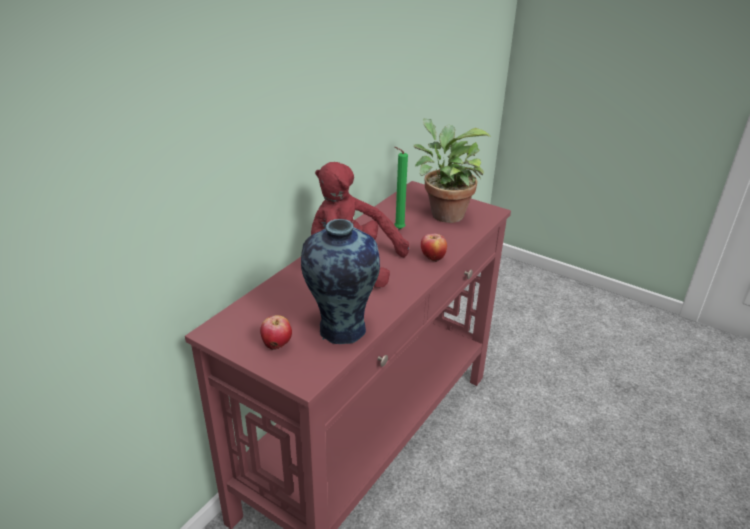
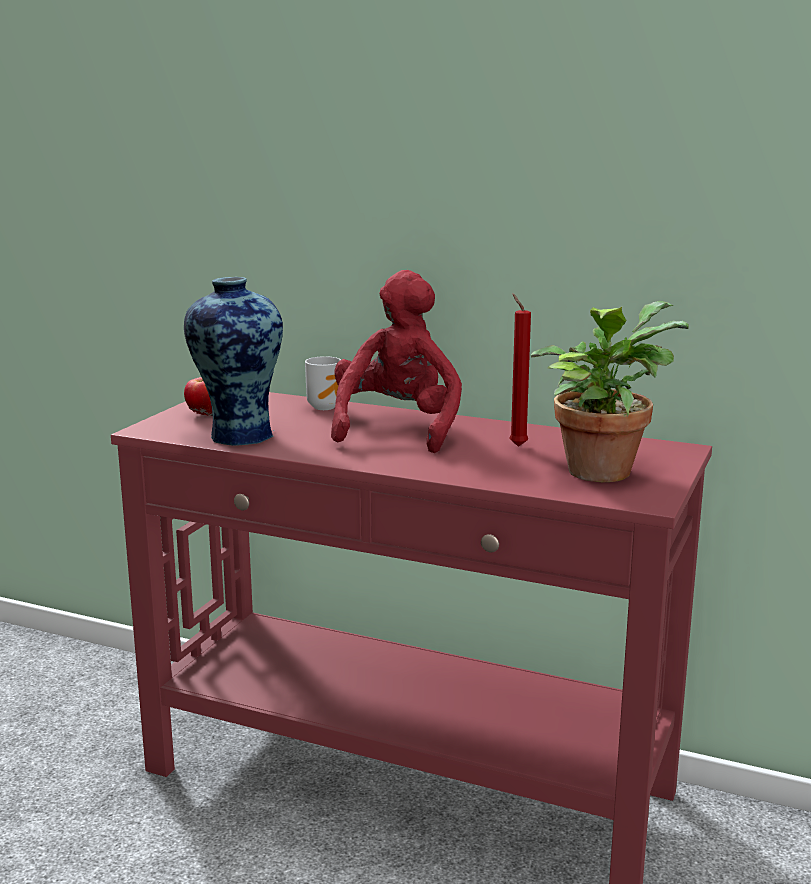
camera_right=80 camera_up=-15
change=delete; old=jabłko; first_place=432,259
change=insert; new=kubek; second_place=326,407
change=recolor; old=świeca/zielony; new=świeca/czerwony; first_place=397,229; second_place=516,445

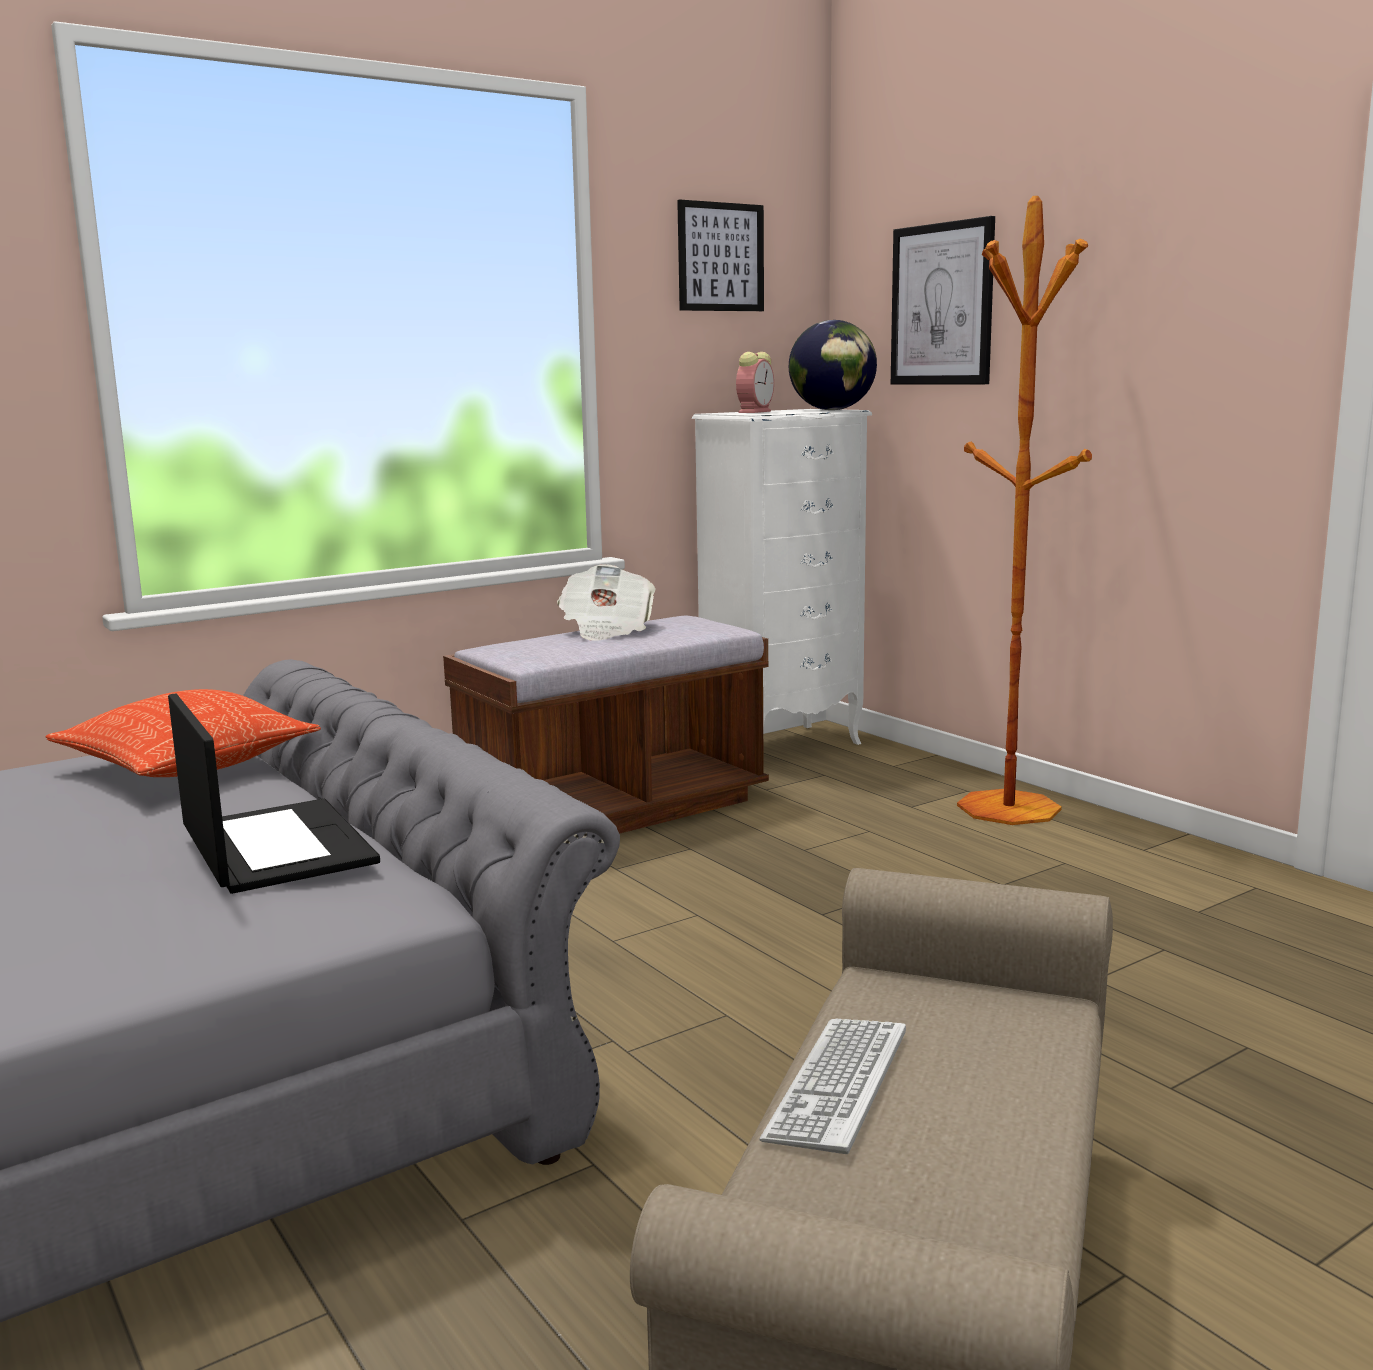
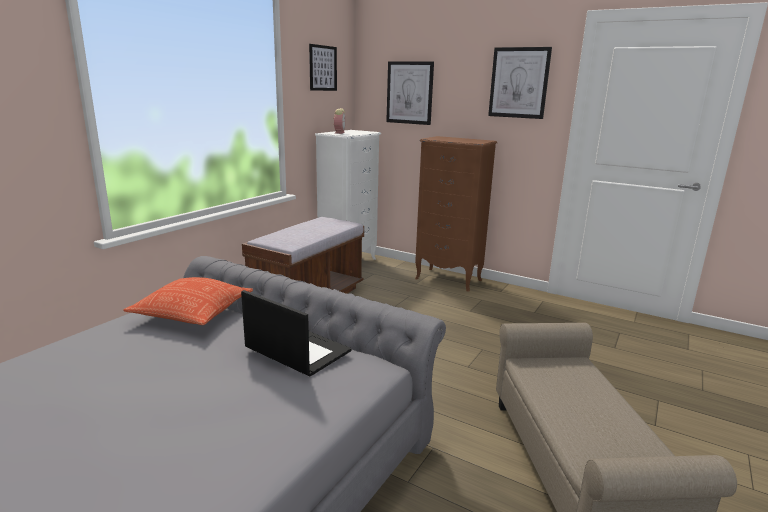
camera_right=-25 camera_up=5
change=delete; old=gazeta; first_place=606,630
change=delete; old=klawiatura; first_place=837,1085
change=delete; old=globus; first_place=832,410
change=insert; new=obraz; second_place=519,83
change=replace; old=wieszak/pomarańczowy; new=komoda/brązowy; first_place=1009,807; second_place=447,280

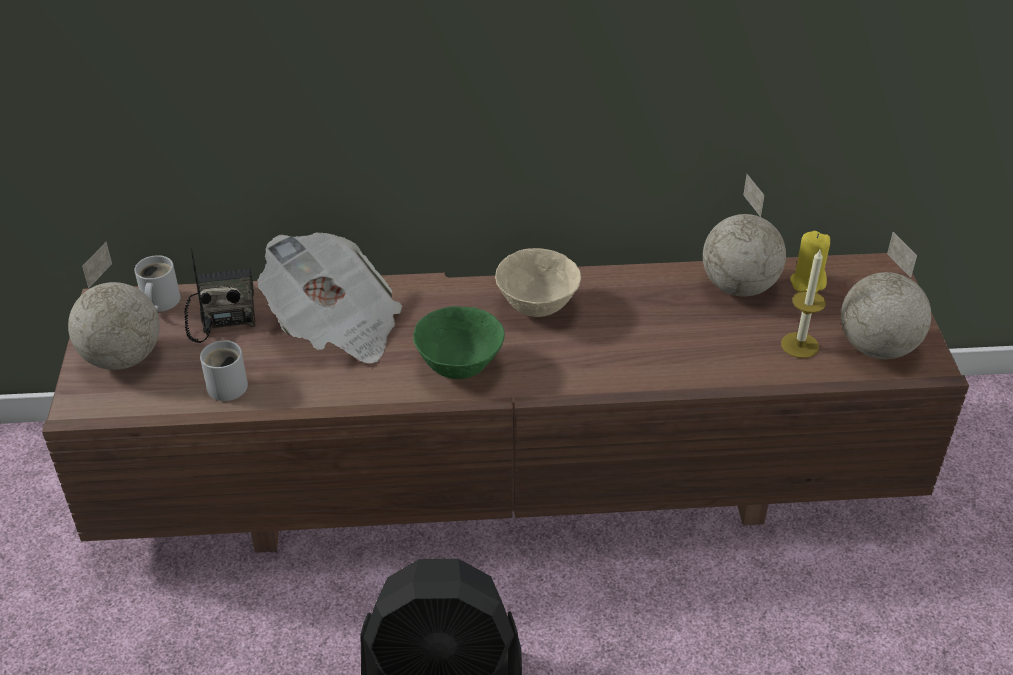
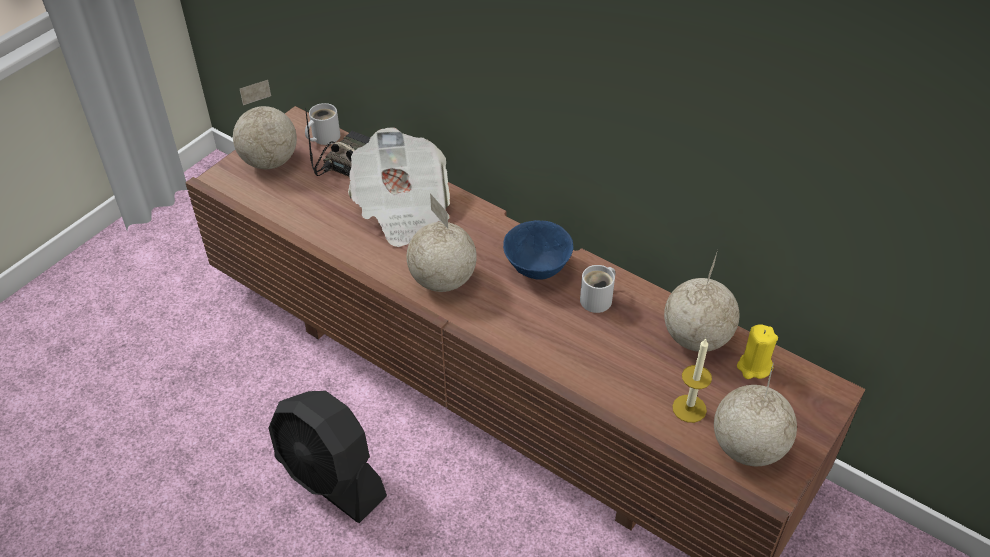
camera_right=40 camera_up=5
change=move; old=kubek/biały; first_place=229,384; second_place=599,299
change=replace; old=miska/zielony; new=globus; first_place=460,368; second_place=442,281
change=recolor; old=miska/beżowy; new=miska/niebieski; first_place=537,307; second_place=536,269

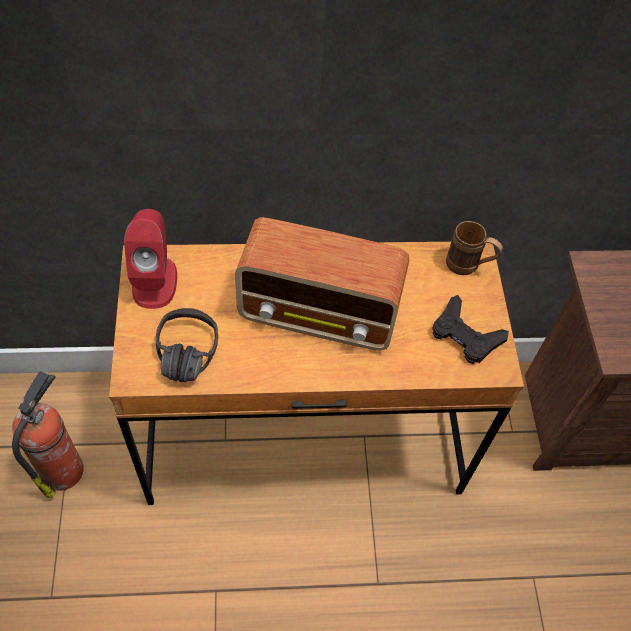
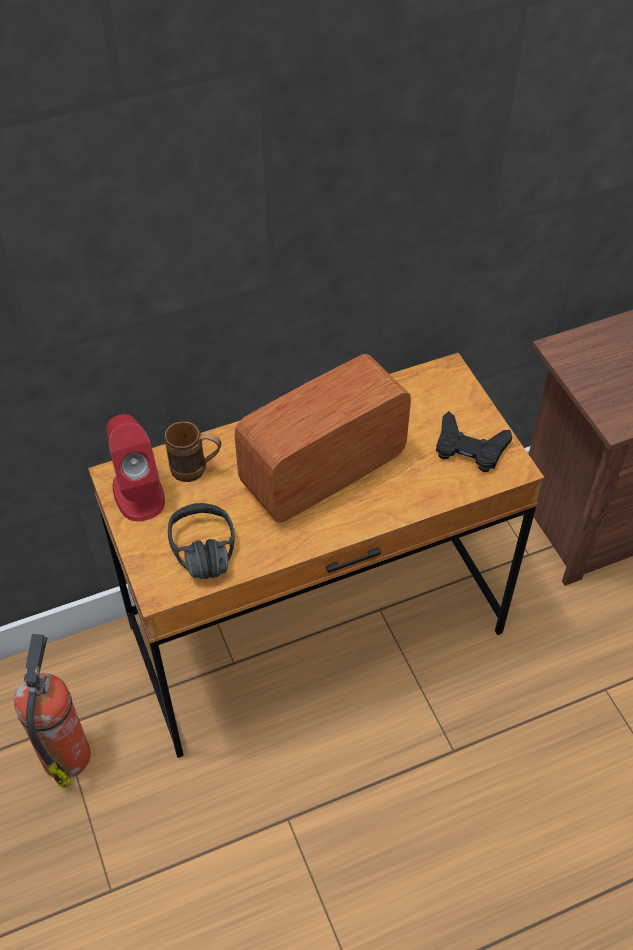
camera_right=-15 camera_up=-5
change=move; old=kubek/brązowy; first_place=468,267; second_place=196,470
change=rotate; old=radio; first_place=320,315; second_place=321,472; degrees=150

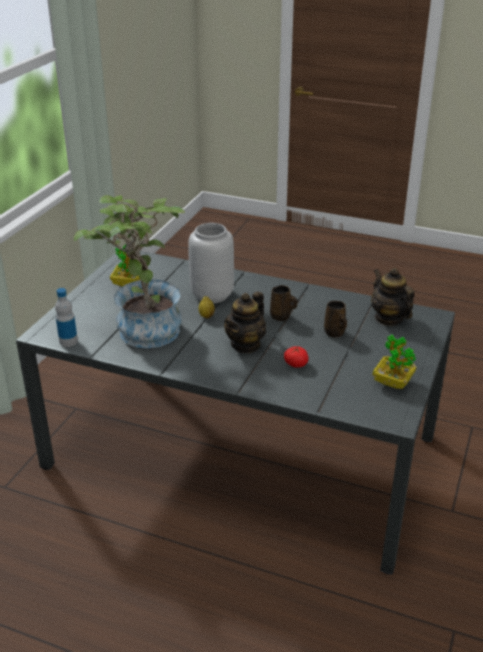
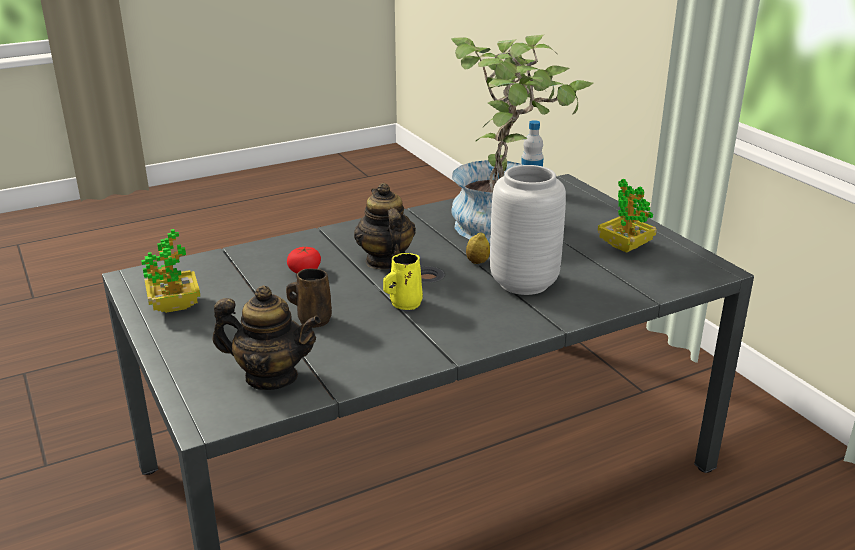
camera_right=130 camera_up=-5
change=recolor; old=kubek/brązowy; new=kubek/żółty; first_place=281,317; second_place=404,304

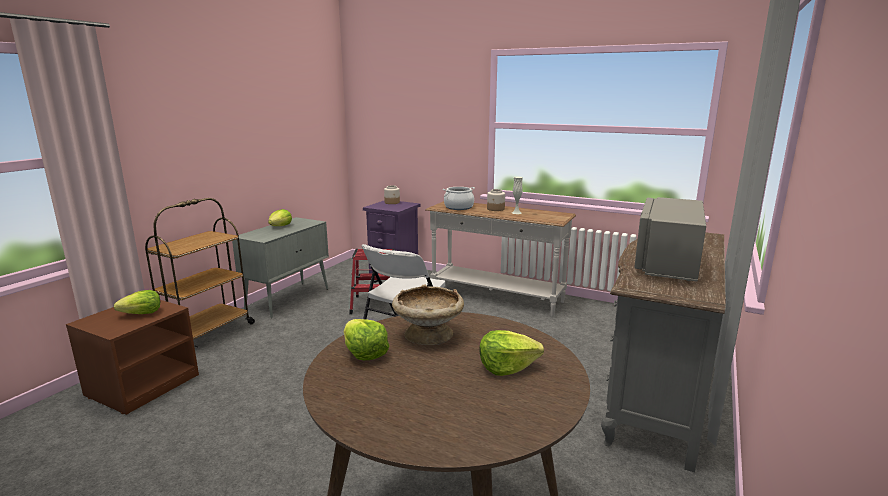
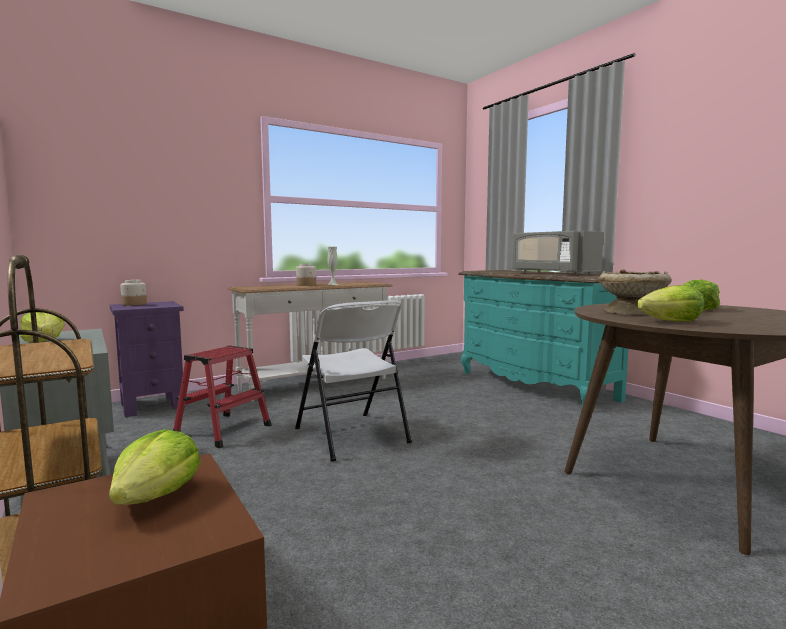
camera_right=-60 camera_up=-10
change=delete; old=garnek; first_place=459,207
change=recolor; old=komoda/szary; new=komoda/turkusowy; first_place=655,395; second_place=533,386

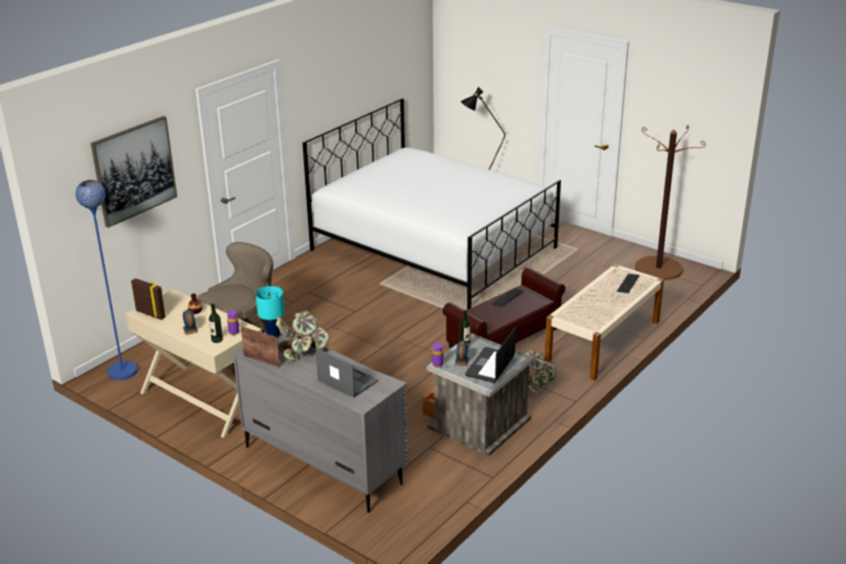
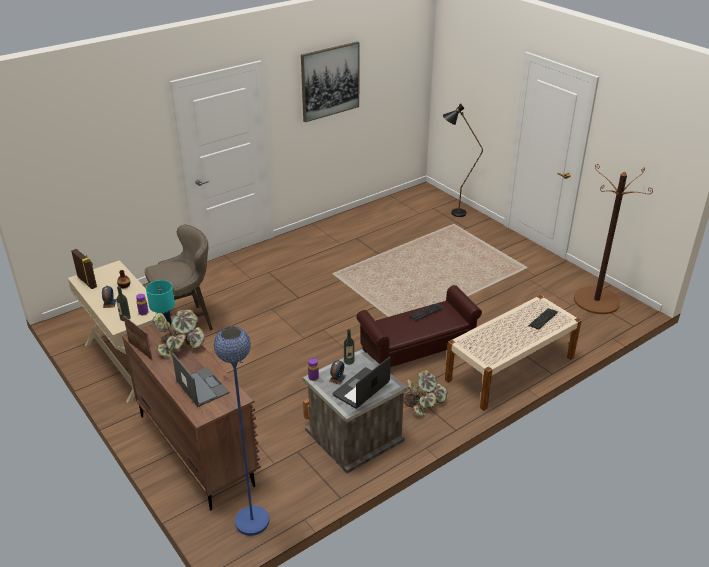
camera_right=15 camera_up=5
change=delete; old=łóżko/biały; first_place=433,249
change=move; old=lampa stojąca/niebieski; first_place=123,371; second_place=252,521
change=move; old=obraz; first_place=134,170; second_place=330,81
change=recolor; old=komoda/szary; new=komoda/brązowy; first_place=323,464; second_place=197,449

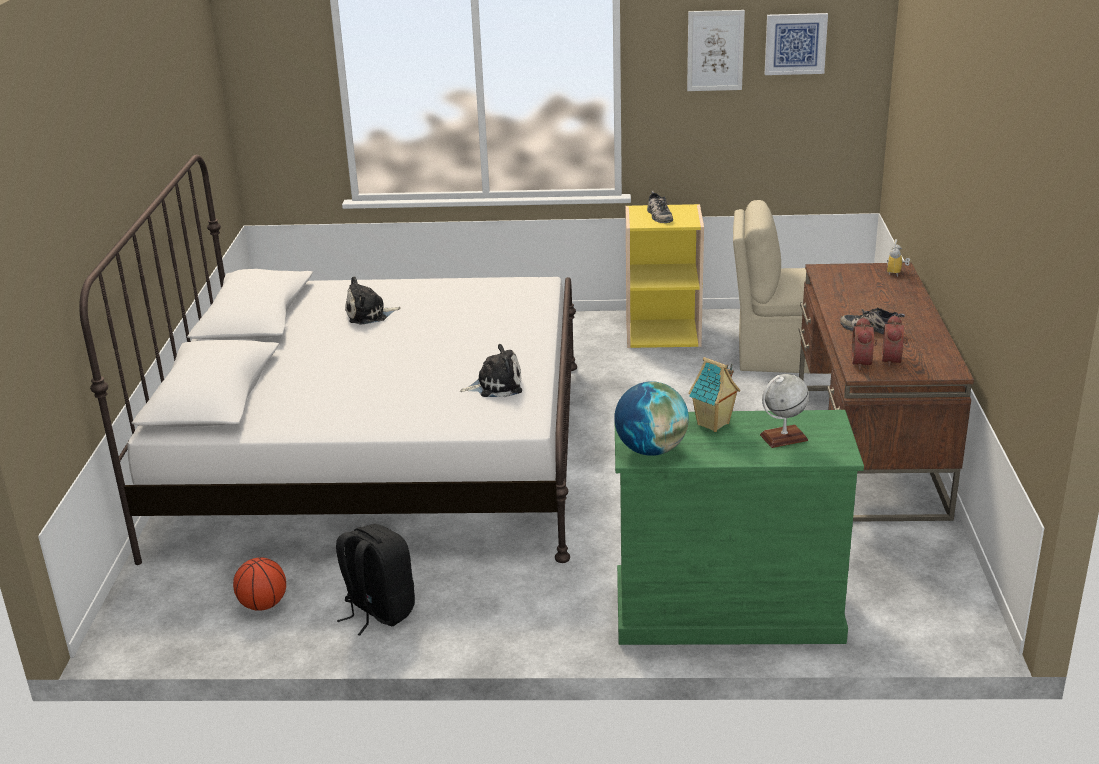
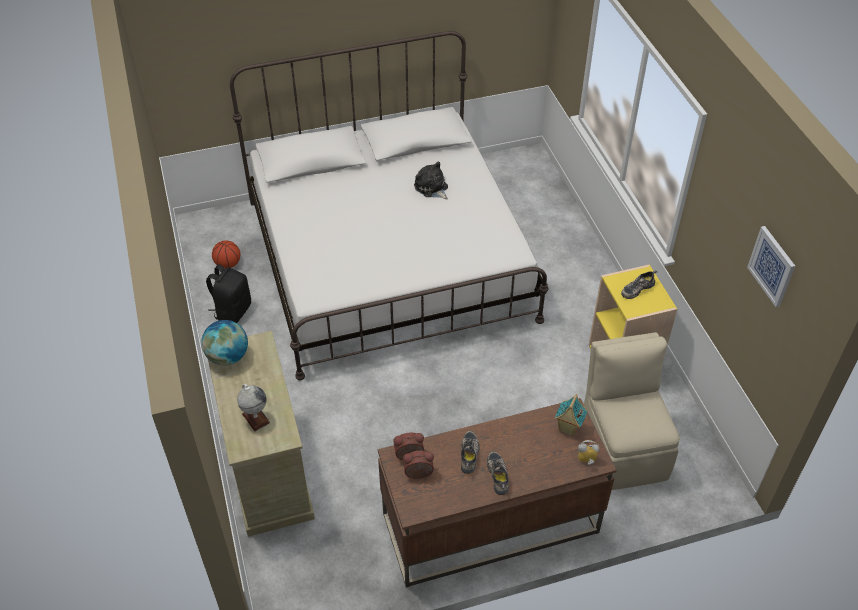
camera_right=70 camera_up=20
change=delete; old=pluszak; first_place=496,386
change=delete; old=obraz; first_place=715,50
change=insert; new=but; second_place=499,475
change=move; old=domek; first_place=713,424; second_place=568,428
change=recolor; old=komoda/zielony; new=komoda/beżowy; first_place=726,612; second_place=267,469

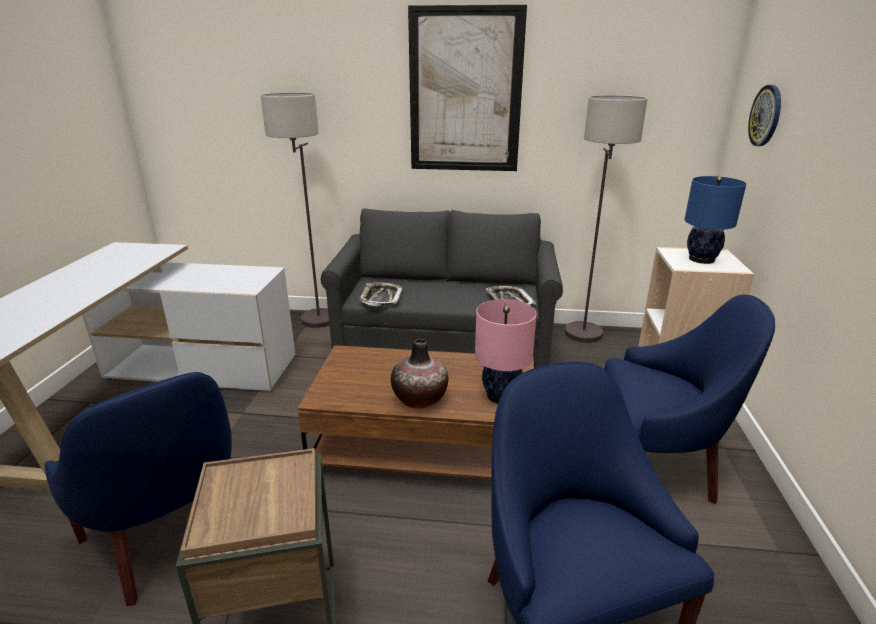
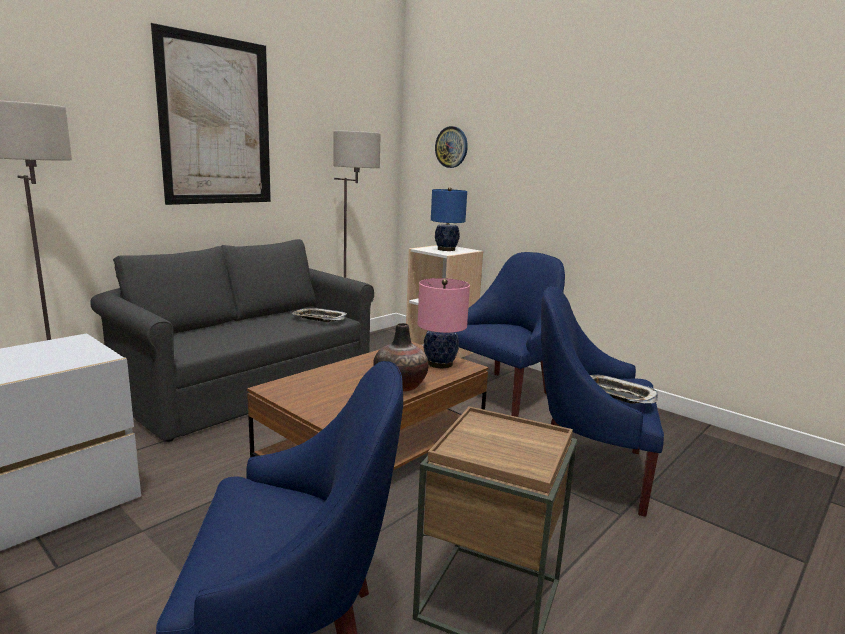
camera_right=-55 camera_up=-10
change=move; old=taca; first_place=381,298; second_place=615,395

